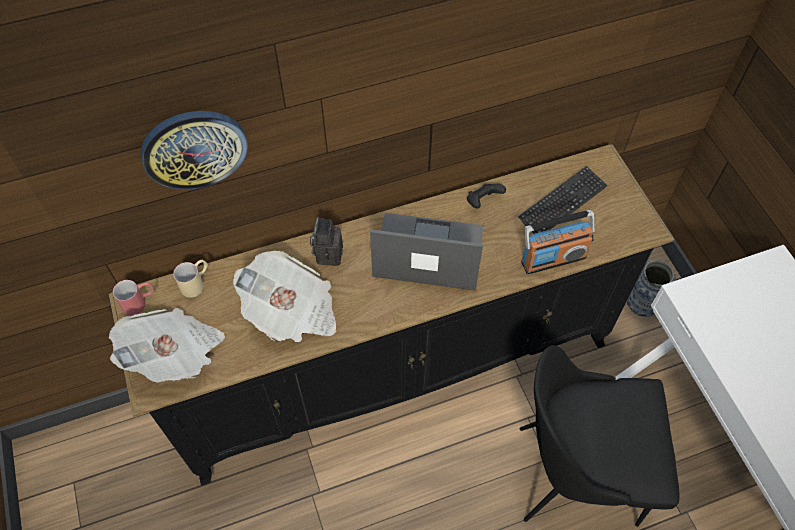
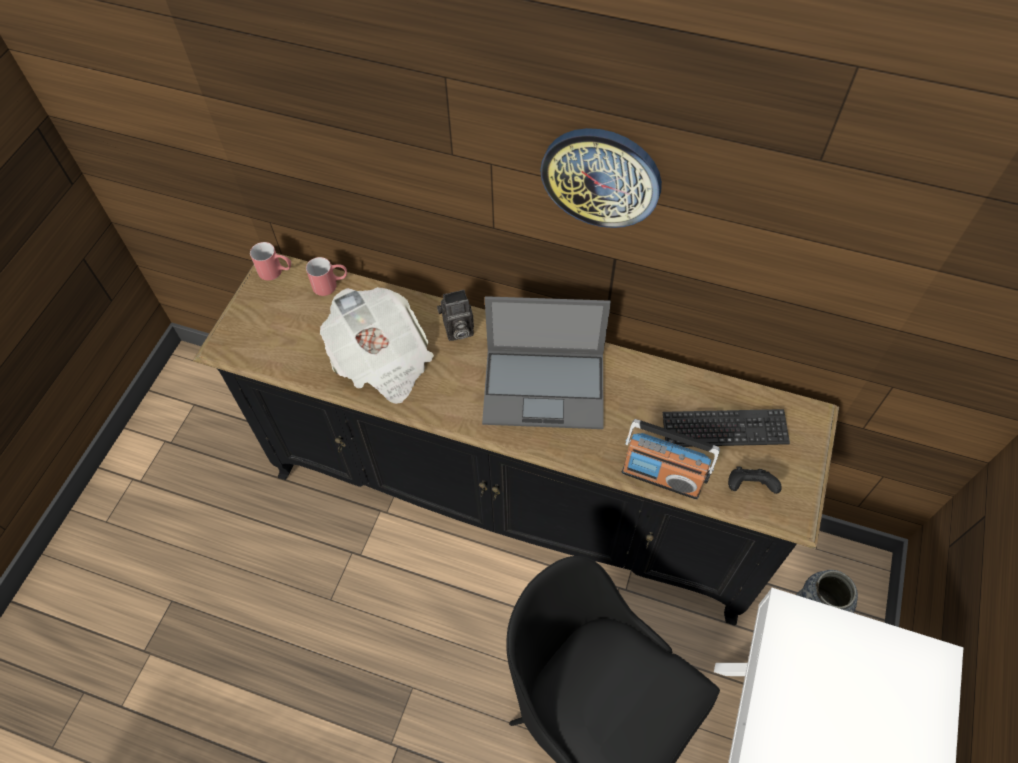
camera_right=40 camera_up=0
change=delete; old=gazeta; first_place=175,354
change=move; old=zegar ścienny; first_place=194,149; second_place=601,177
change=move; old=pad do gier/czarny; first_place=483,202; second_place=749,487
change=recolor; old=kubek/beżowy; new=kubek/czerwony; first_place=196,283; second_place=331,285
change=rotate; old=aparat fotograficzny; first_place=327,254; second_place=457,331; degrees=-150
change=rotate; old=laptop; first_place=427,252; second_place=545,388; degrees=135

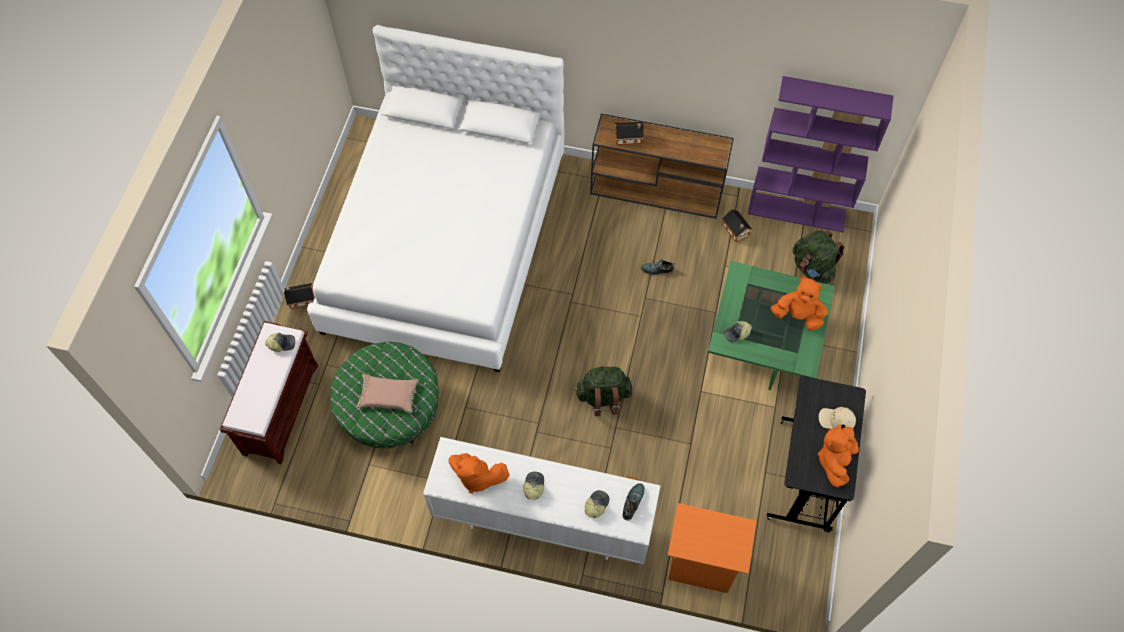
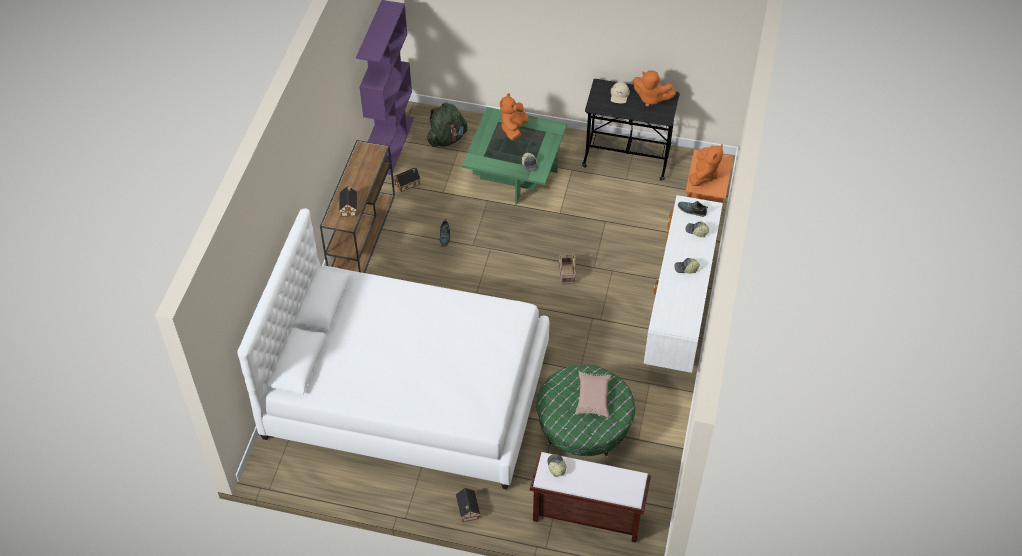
camera_right=-90 camera_up=-10
change=move; old=pluszak/pomarańczowy; first_place=477,477; second_place=703,175
change=replace; old=plecak/zielony; new=koszyk; first_place=603,397; second_place=567,274

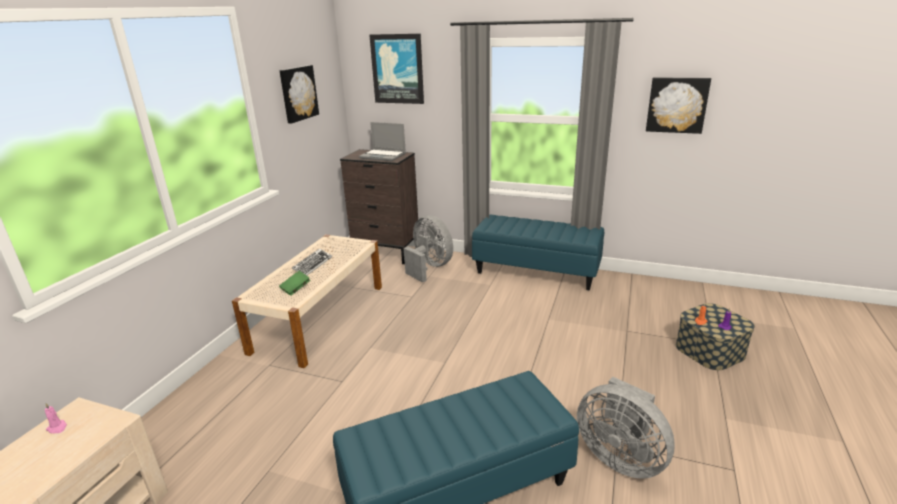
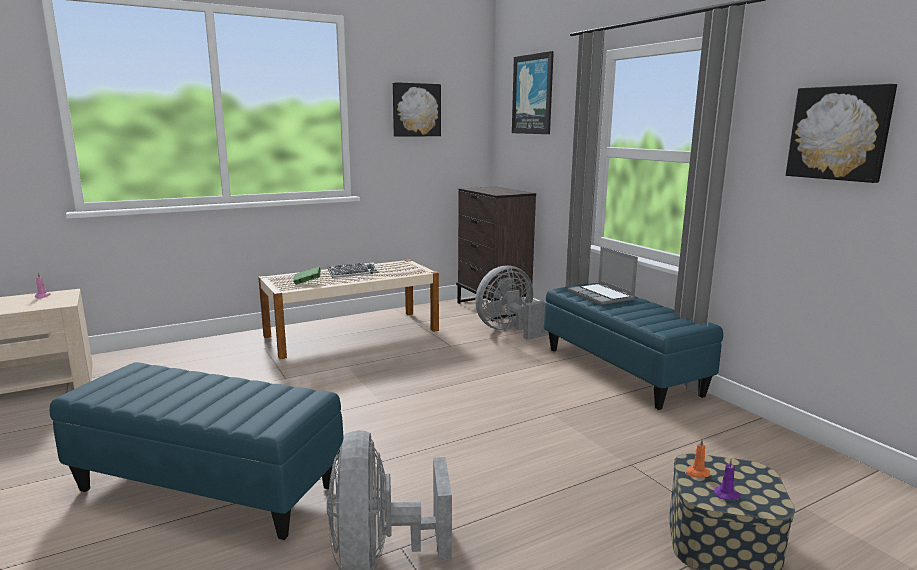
camera_right=40 camera_up=-10
change=move; old=laptop; first_place=383,156; second_place=601,296
change=rotate; old=wentylator/szary; first_place=429,267; second_place=511,331; degrees=-120

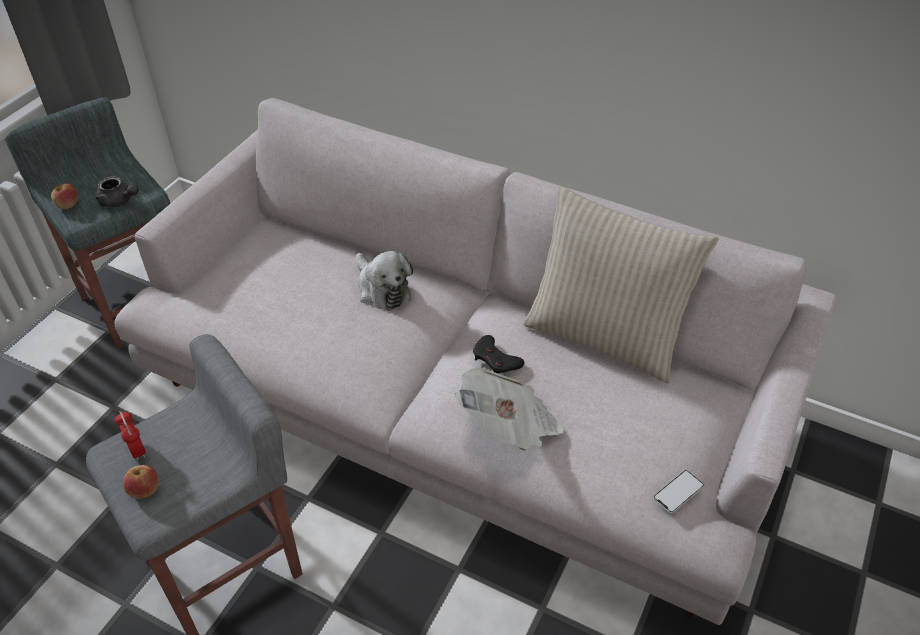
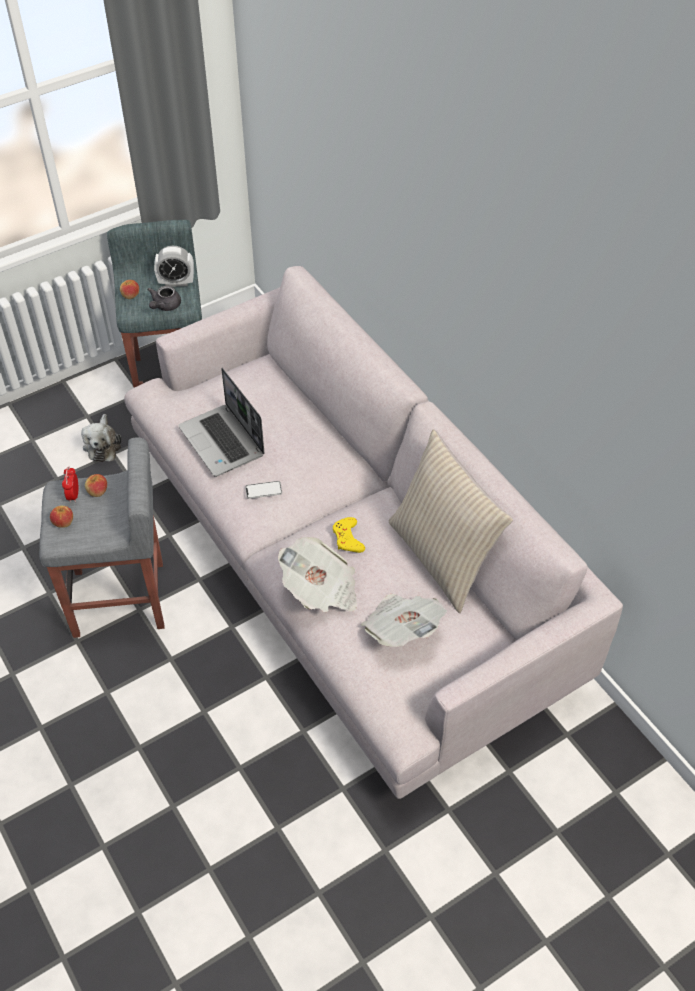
camera_right=30 camera_up=5
change=insert; new=jabłko; second_place=97,491
change=insert; new=budzik; second_place=176,282
change=insert; new=laptop; second_place=223,442
change=insert; new=gazeta; second_place=402,629
change=move; old=pluszak; first_place=382,289; second_place=103,445
change=move; old=telefon; first_place=678,492; second_place=263,490
change=recolor; old=pad do gier/czarny; new=pad do gier/żółty; first_place=496,360; second_place=348,538
change=rotate; old=imbryk/szary; first_place=119,201; second_place=164,306; degrees=60

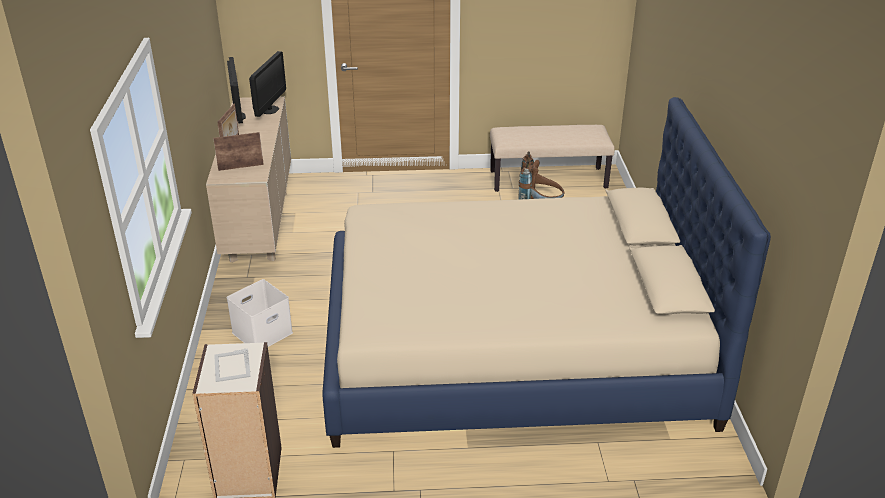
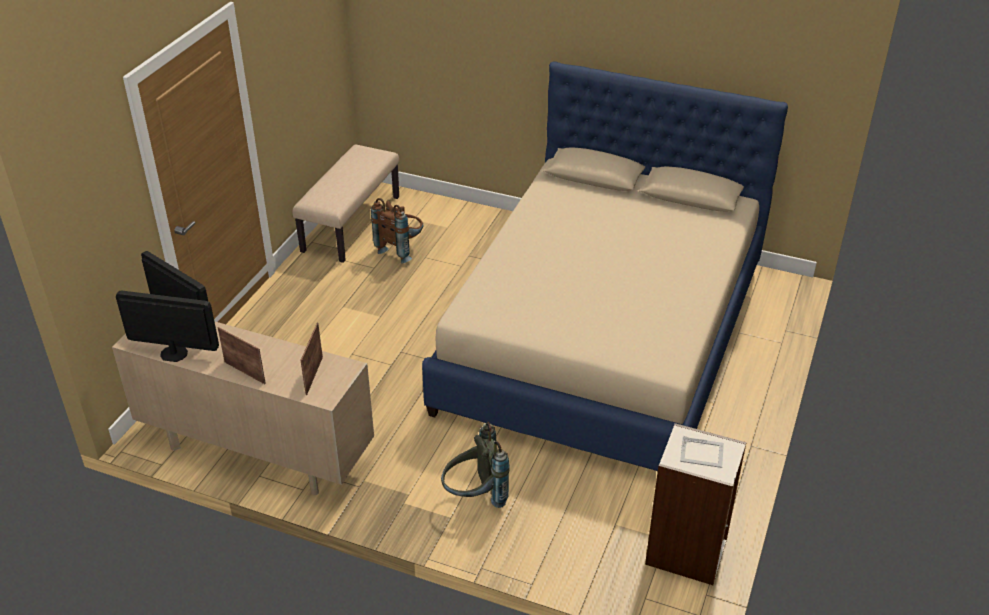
camera_right=-65 camera_up=5
change=replace; old=pojemnik do przechowywania/biały; new=plecak/szary; first_place=262,333; second_place=475,497

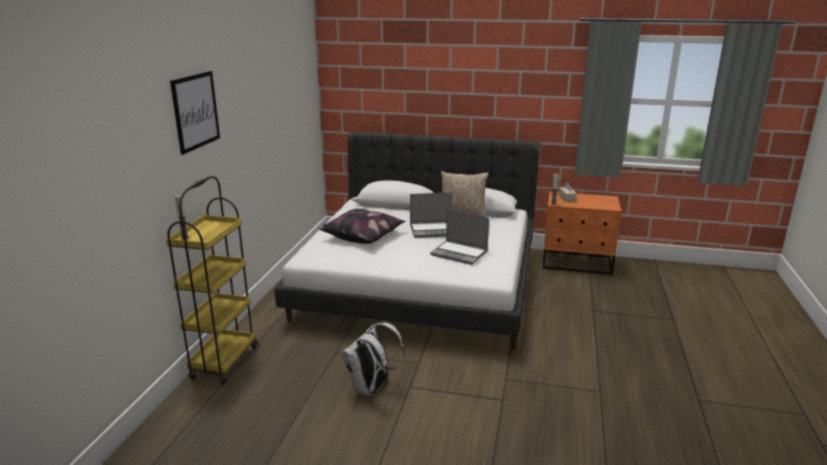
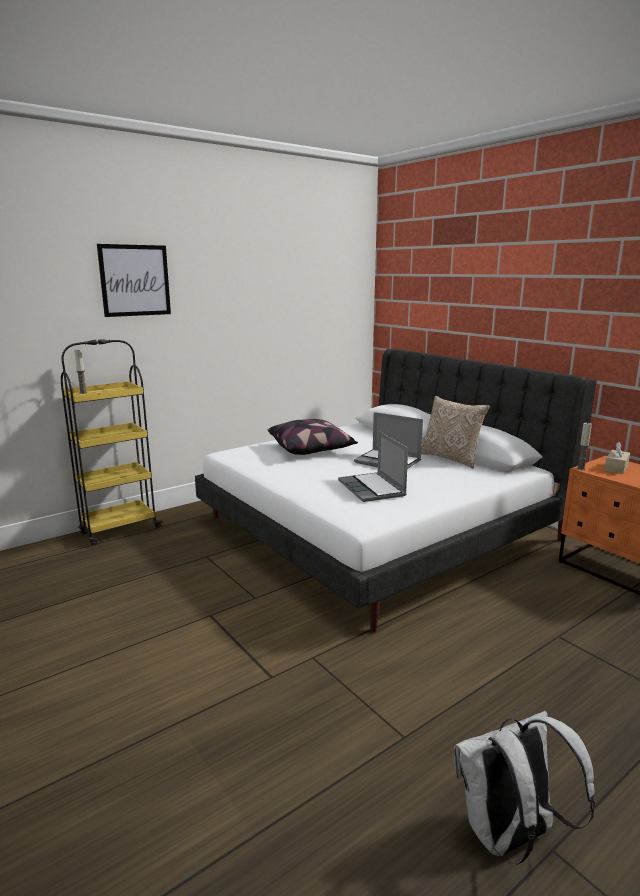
camera_right=40 camera_up=-5
change=move; old=plecak/biały; first_place=371,388; second_place=509,837

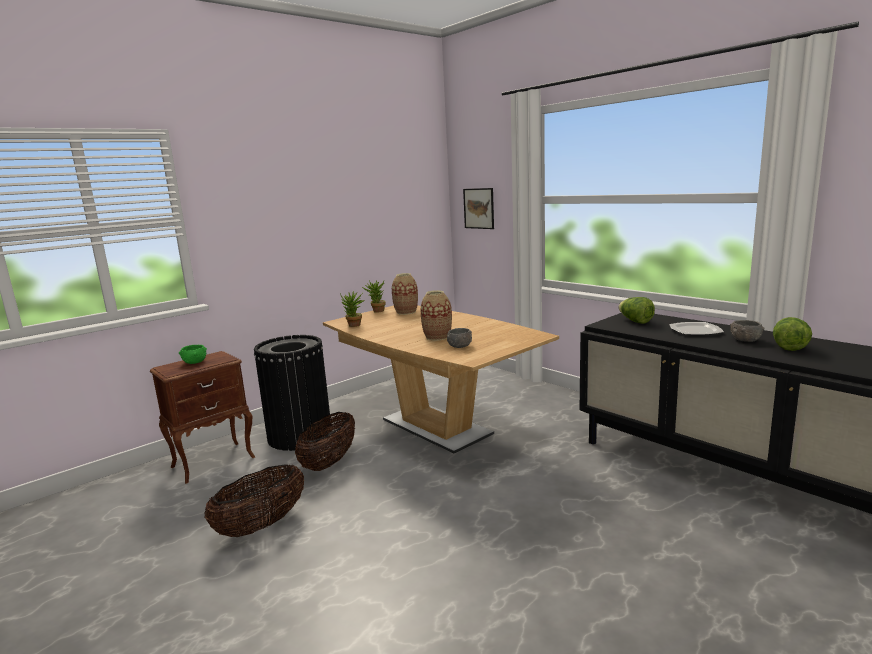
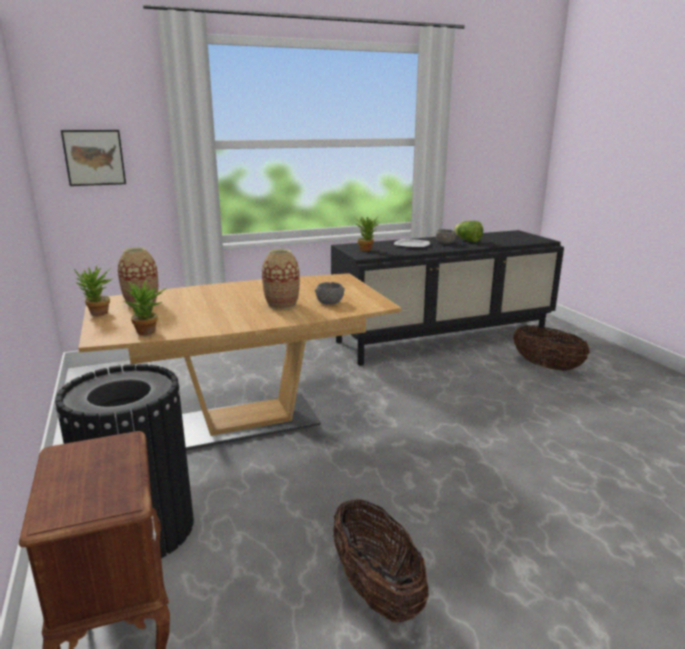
camera_right=-70 camera_up=5
change=delete; old=miska/zielony; first_place=194,362
change=move; old=koszyk; first_place=329,462; second_place=546,367
change=replace; old=sałata; new=roślina doniczkowa; first_place=635,321; second_place=367,249

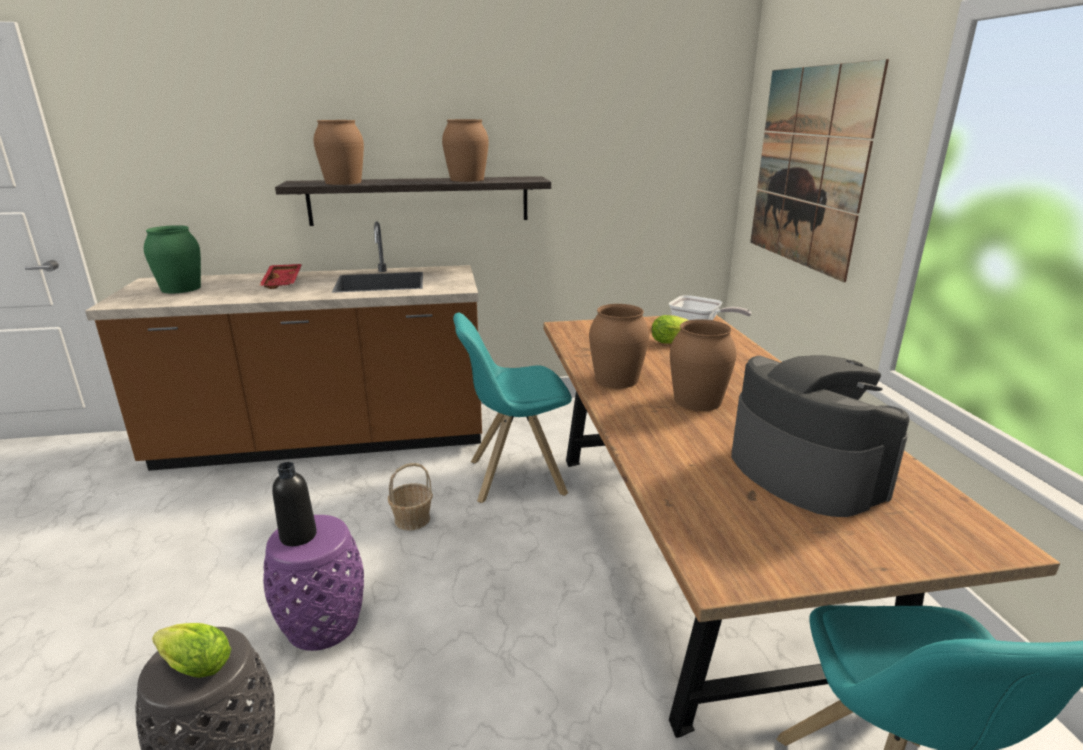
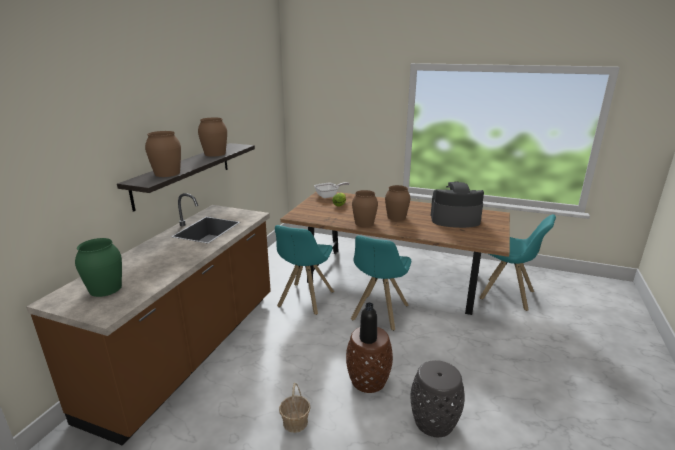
camera_right=-60 camera_up=0
change=delete; old=sałata; first_place=193,665
change=delete; old=taca/czerwony; first_place=283,282
change=delete; old=obraz; first_place=808,168
change=insert; new=krzesło/turkusowy; second_place=379,312
change=move; old=koszyk; first_place=412,519; second_place=295,422
change=recolor; old=stołek/fioletowy; new=stołek/brązowy; first_place=323,625; second_place=368,380

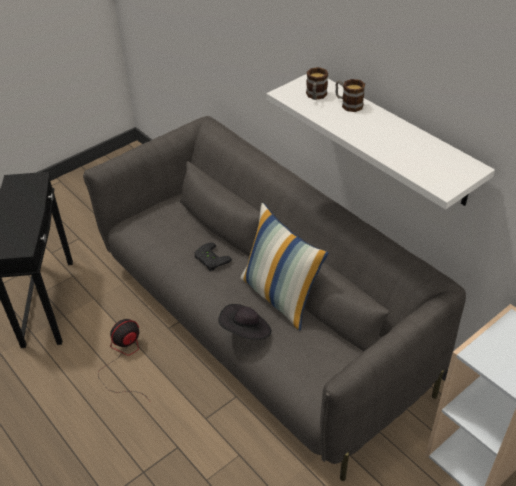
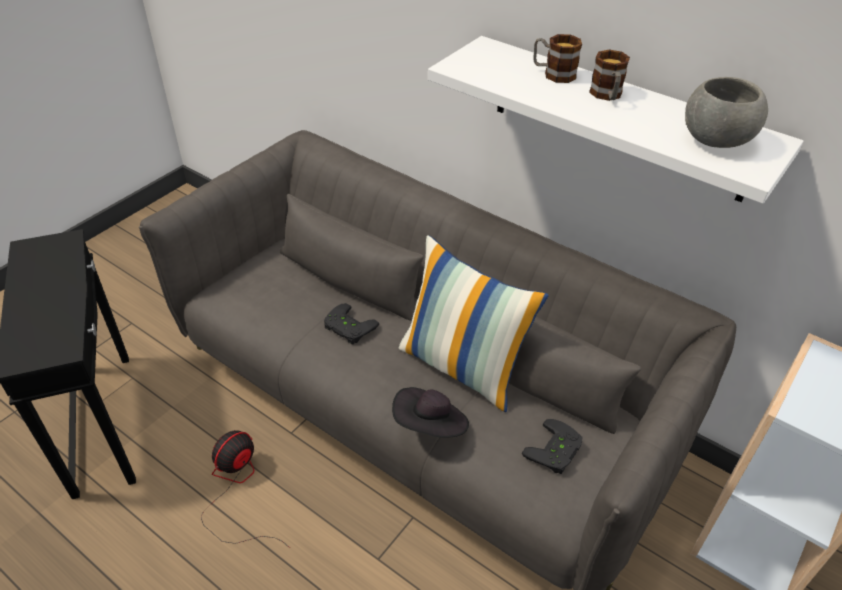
camera_right=-15 camera_up=0
change=insert; new=pad do gier/czarny; second_place=556,451
change=insert; new=miska/szary; second_place=716,141
change=move; old=kubek; first_place=315,96; second_place=607,96

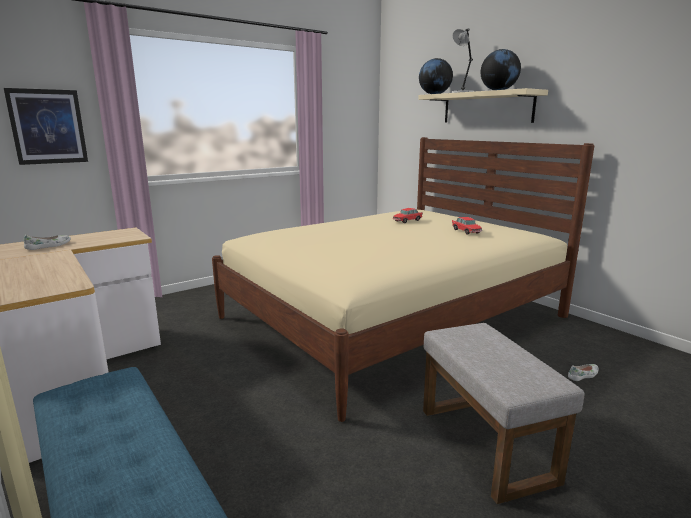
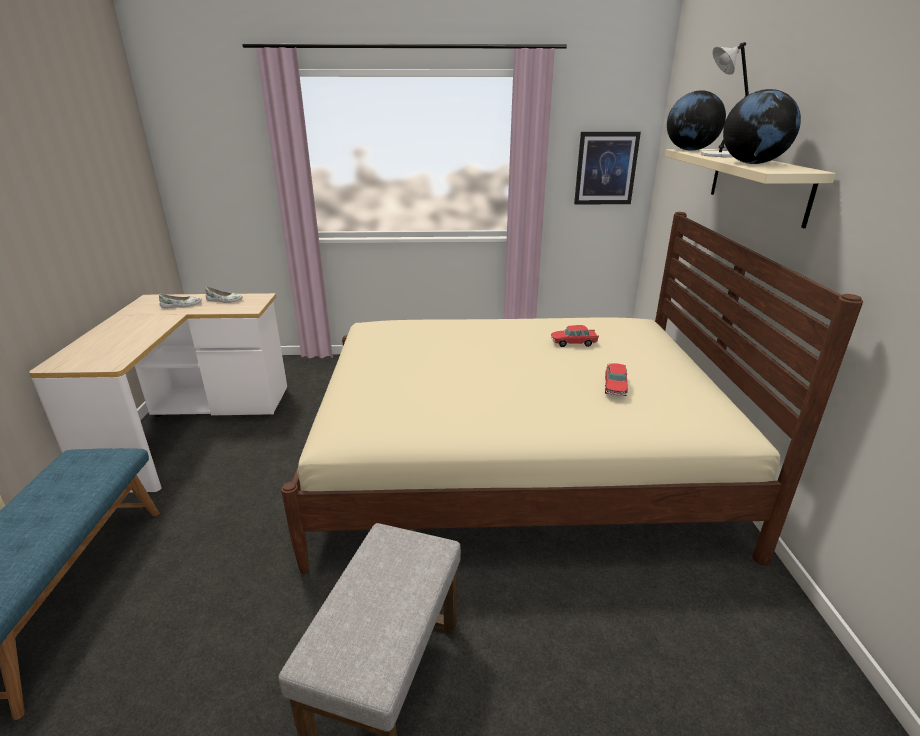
camera_right=35 camera_up=10
change=move; old=obraz; first_place=48,127; second_place=606,168
change=move; old=but/biały; first_place=583,375; second_place=224,300

